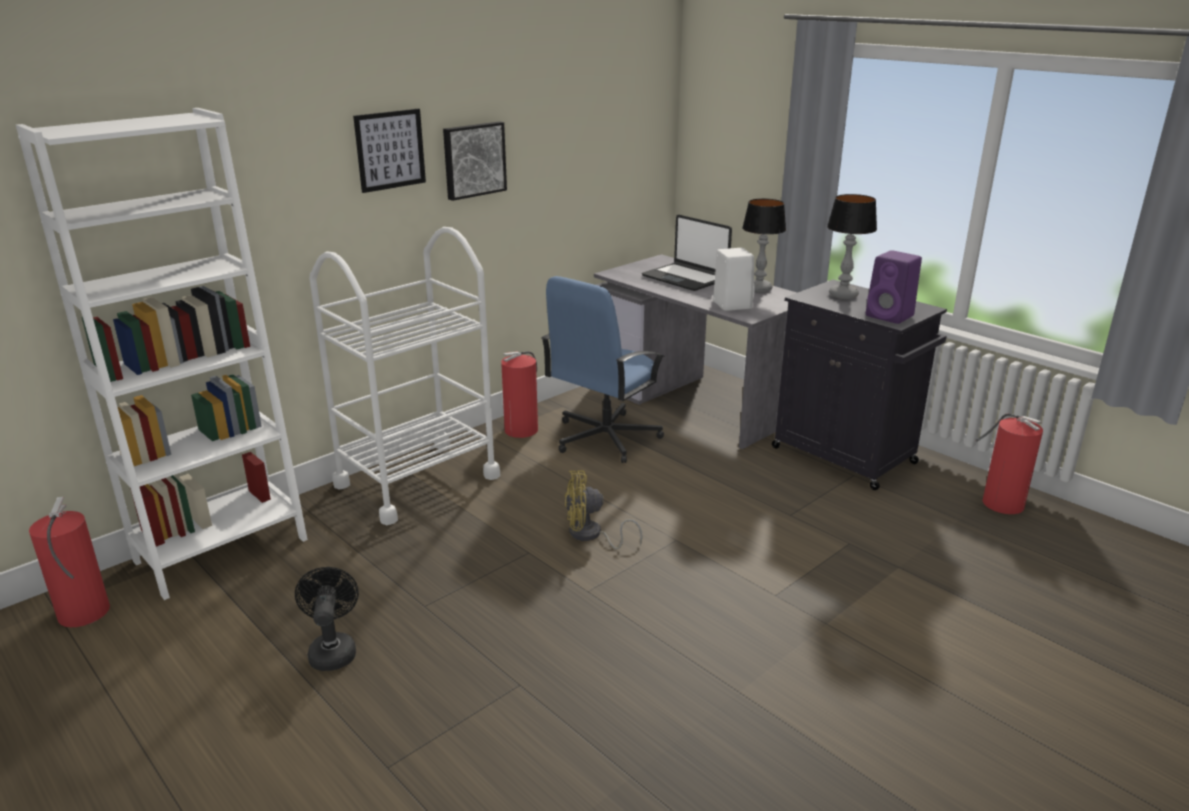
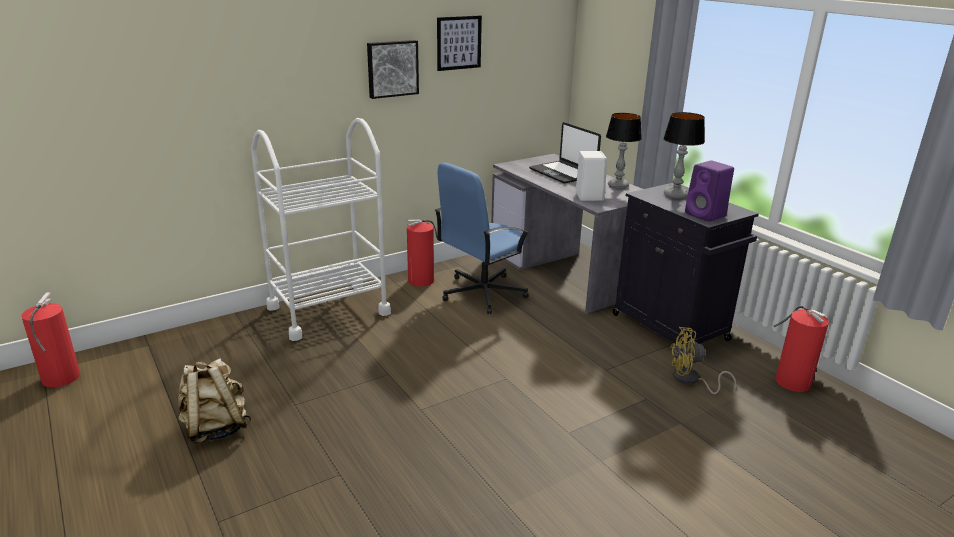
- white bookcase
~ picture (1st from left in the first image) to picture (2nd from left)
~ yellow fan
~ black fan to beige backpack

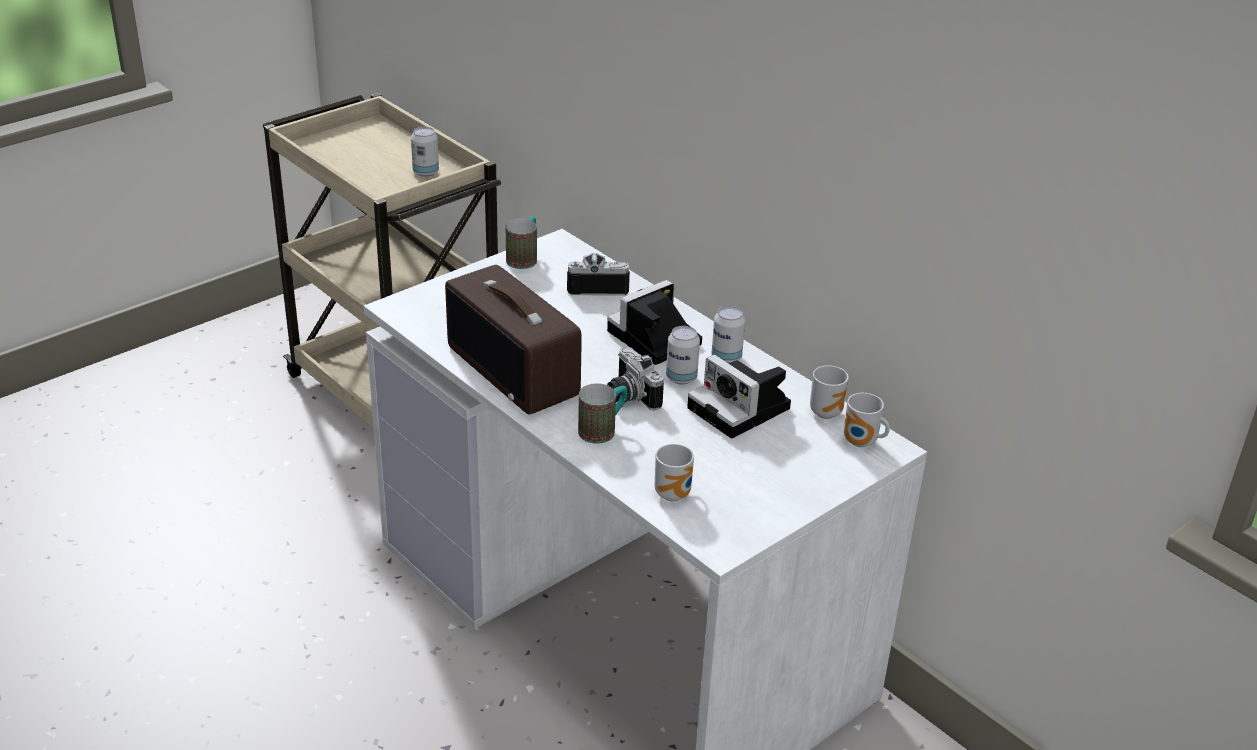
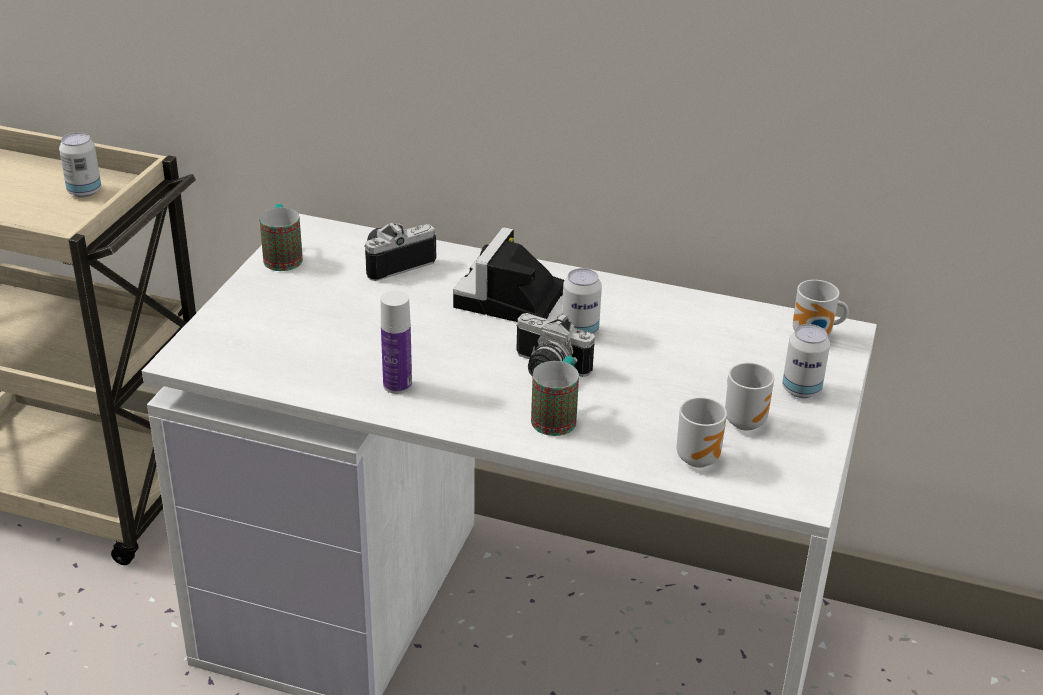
- photo camera (4th from left)
~ can (3rd from left)
~ mug (4th from left)
~ radio to bottle

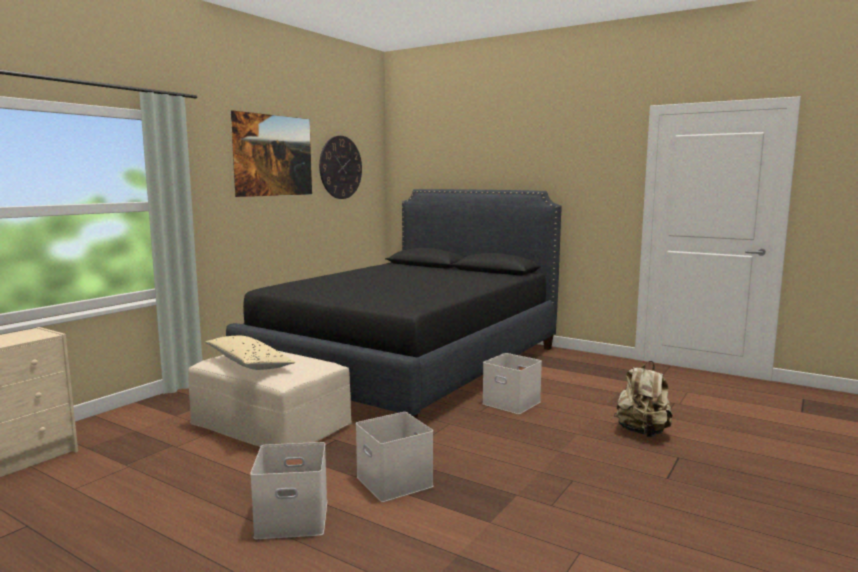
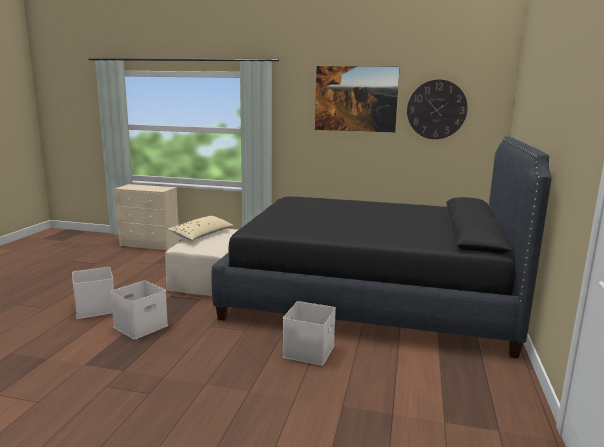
- beige backpack

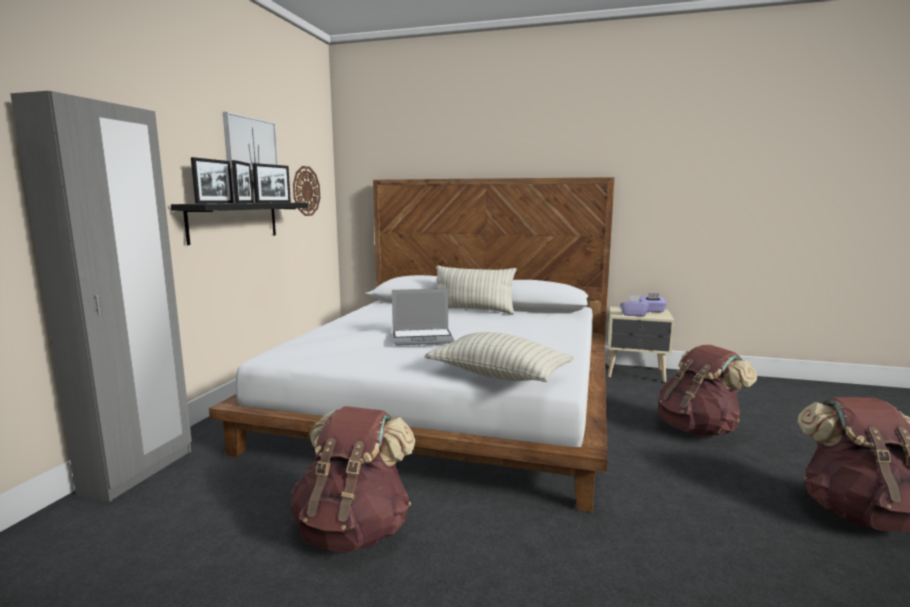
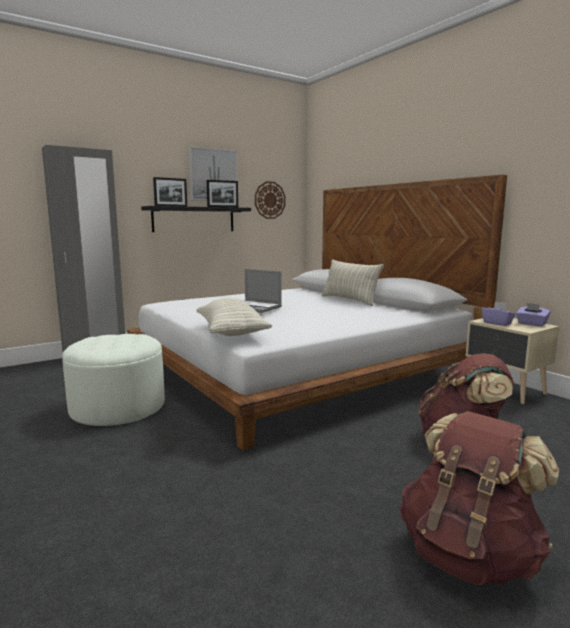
- picture frame (2nd from left)
~ brown backpack (1st from left) to white ottoman

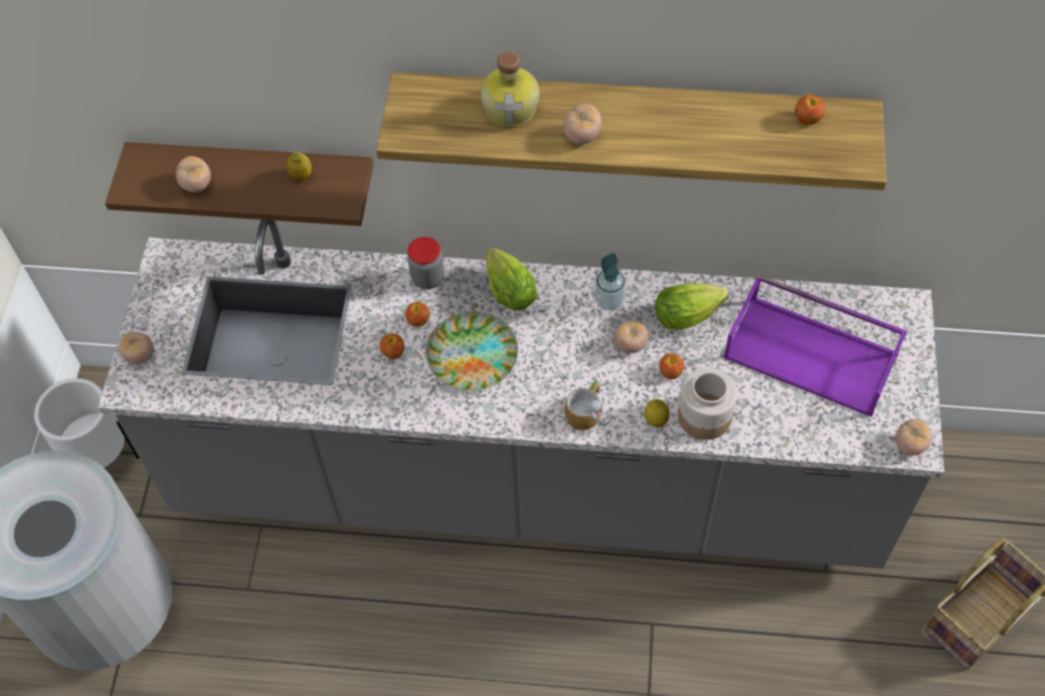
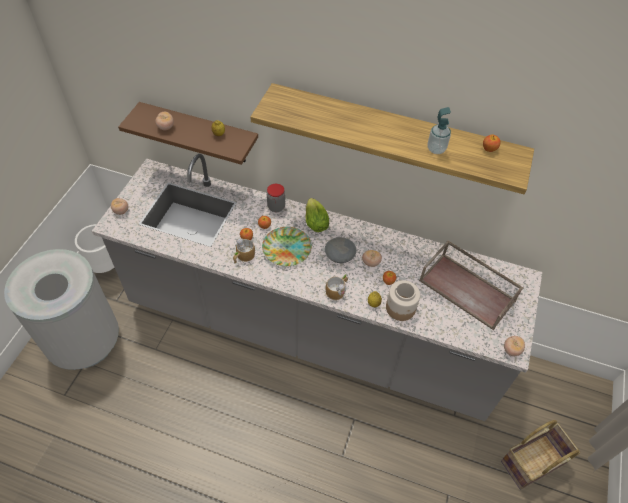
- bottle
- tomato (3rd from left)
- lettuce (2nd from left)
+ mug (1st from left)
+ grey bowl
~ soap dispenser
~ purple tray to brown tray

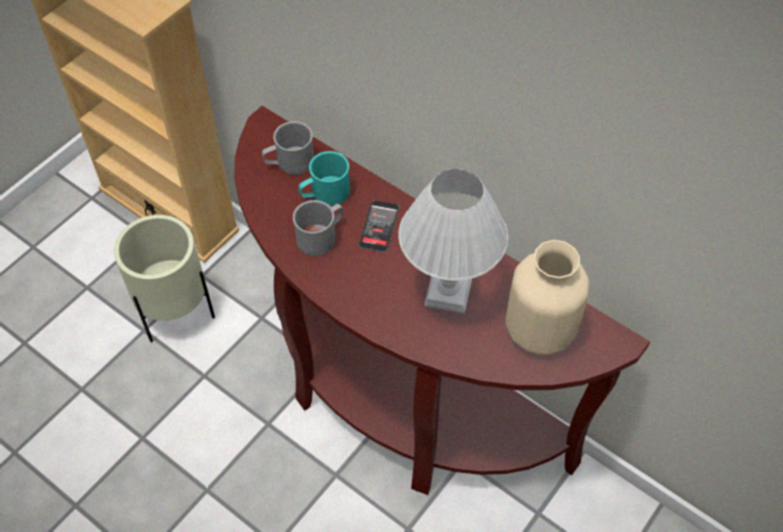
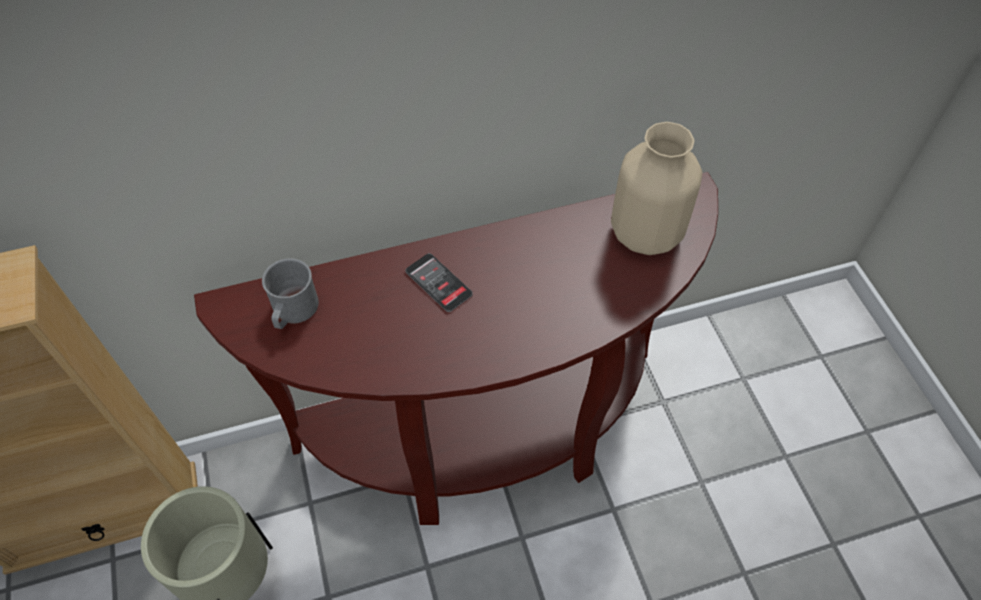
- grey mug (2nd from left)
- turquoise mug
- white table lamp

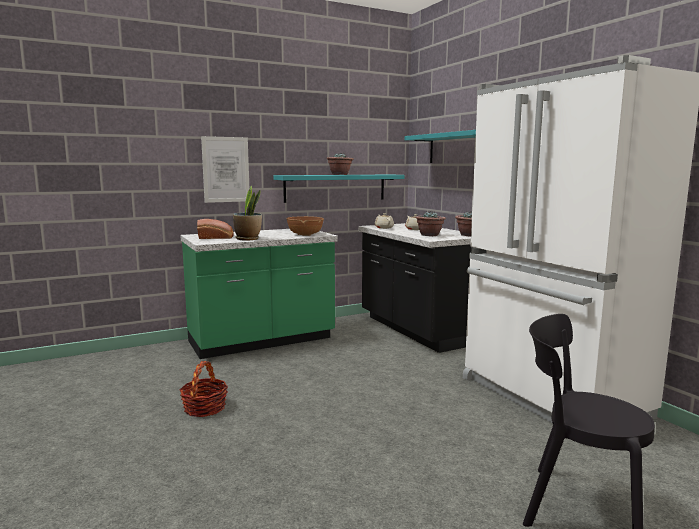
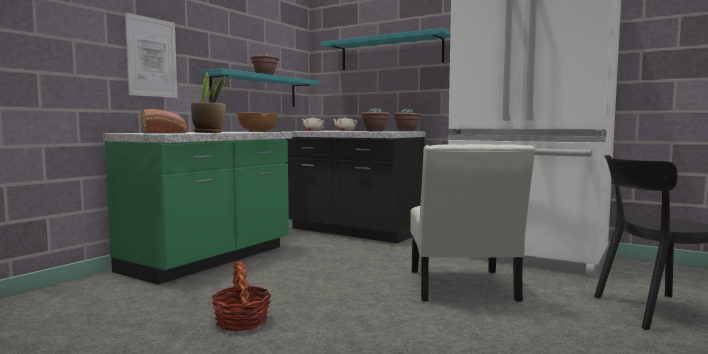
+ white chair

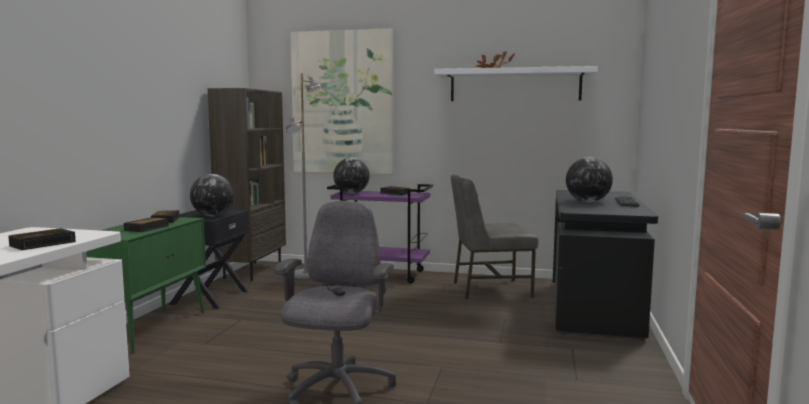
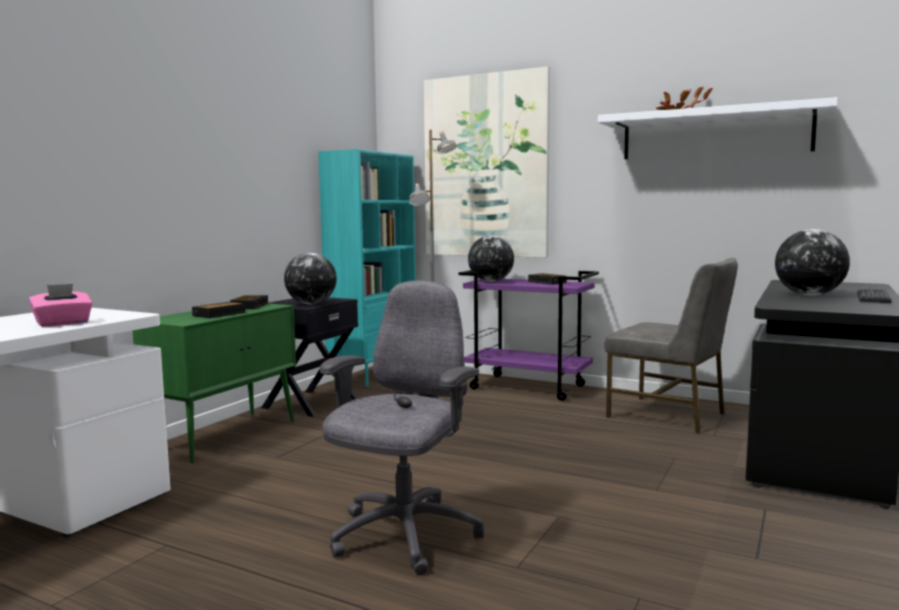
~ alarm clock (1st from left) to pink tissue box
~ brown bookcase to turquoise bookcase
~ grey chair 150 degrees counterclockwise

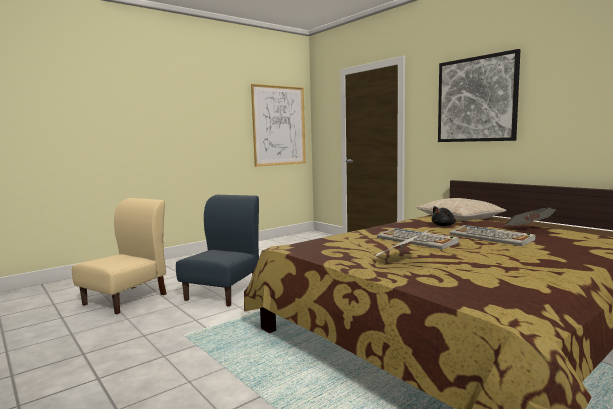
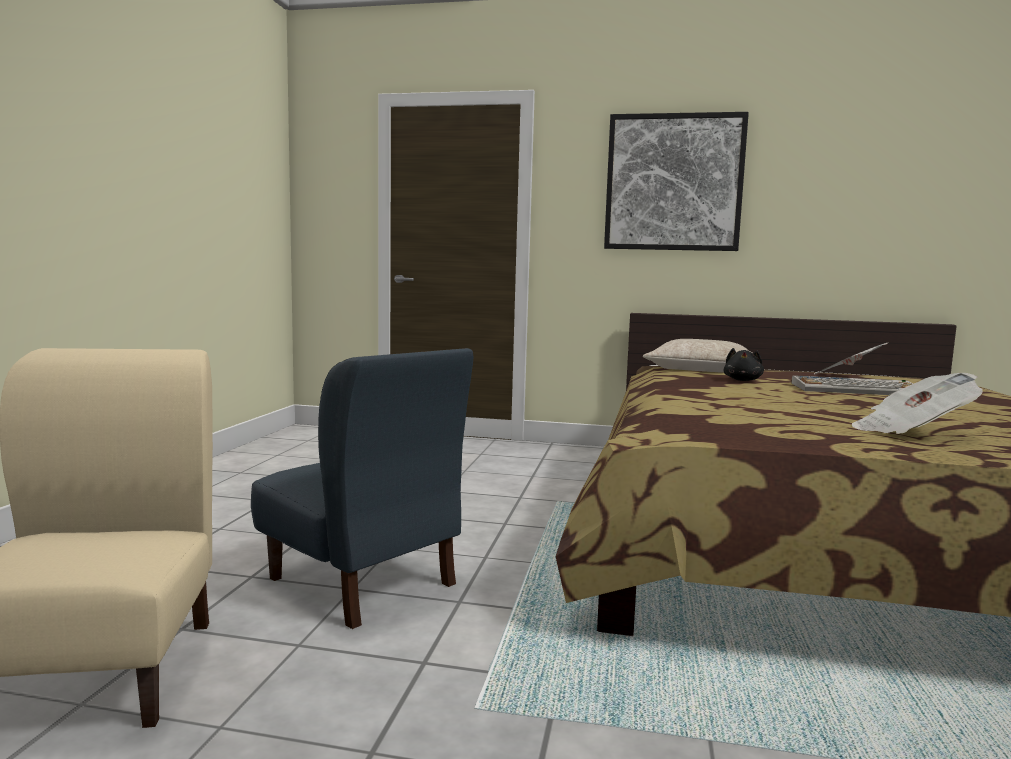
- picture (1st from left)
- keyboard (1st from left)
~ blue chair 150 degrees clockwise

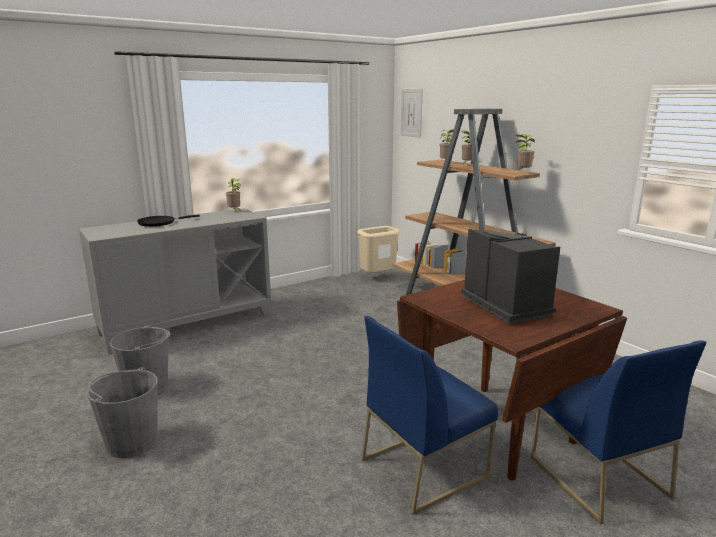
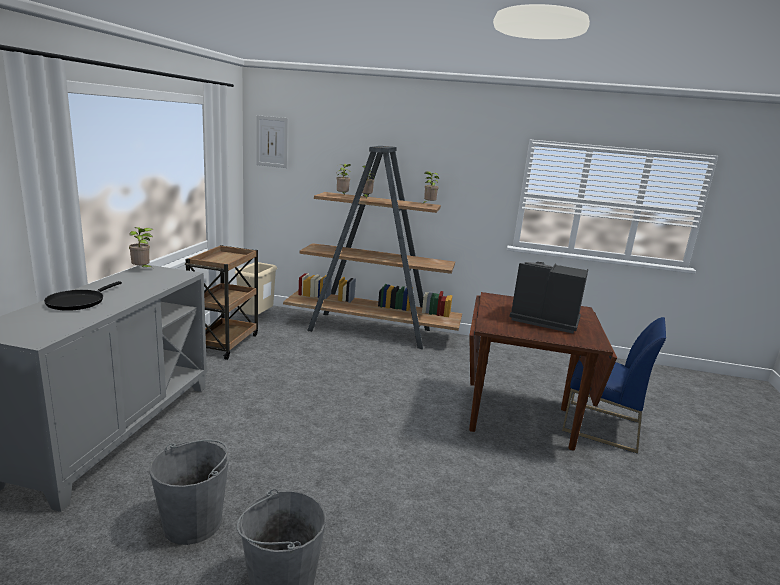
- blue chair (1st from left)
+ brown cart

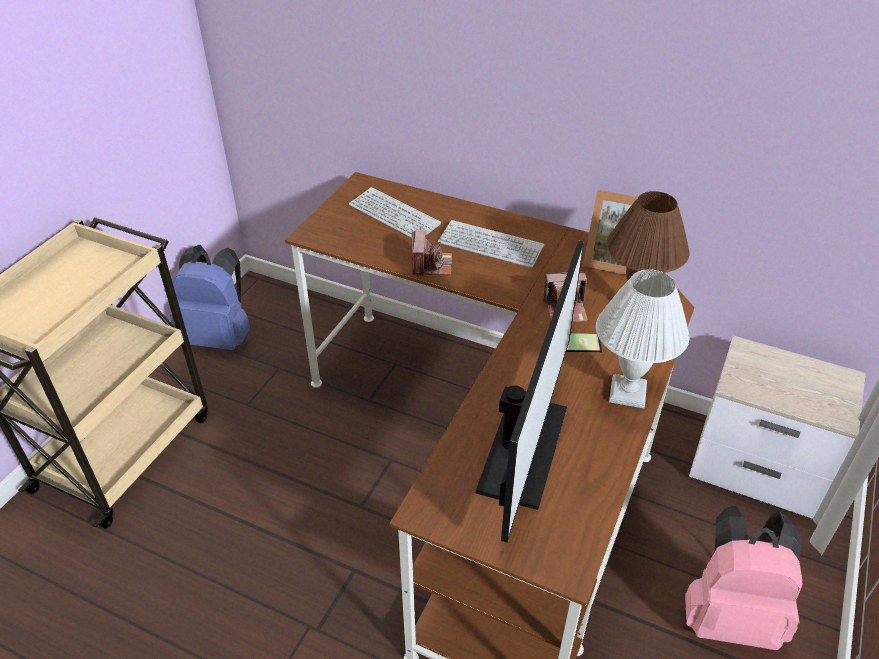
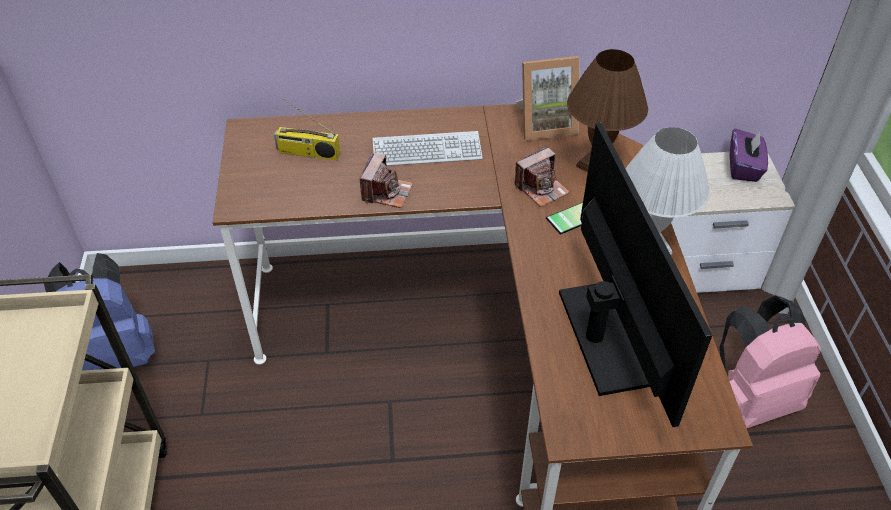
+ purple tissue box
~ keyboard (1st from left) to radio
~ photo camera (1st from left) 45 degrees clockwise

